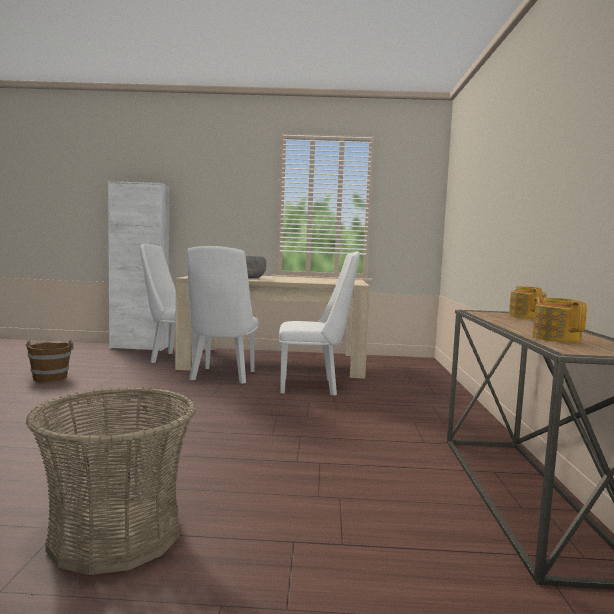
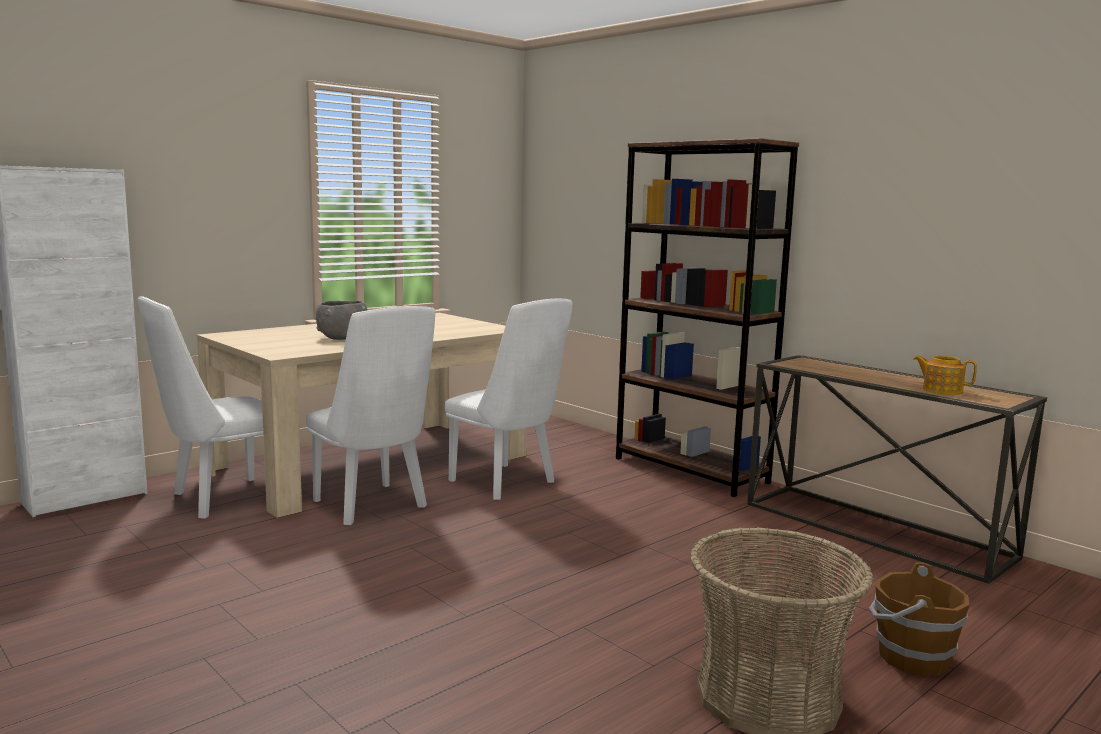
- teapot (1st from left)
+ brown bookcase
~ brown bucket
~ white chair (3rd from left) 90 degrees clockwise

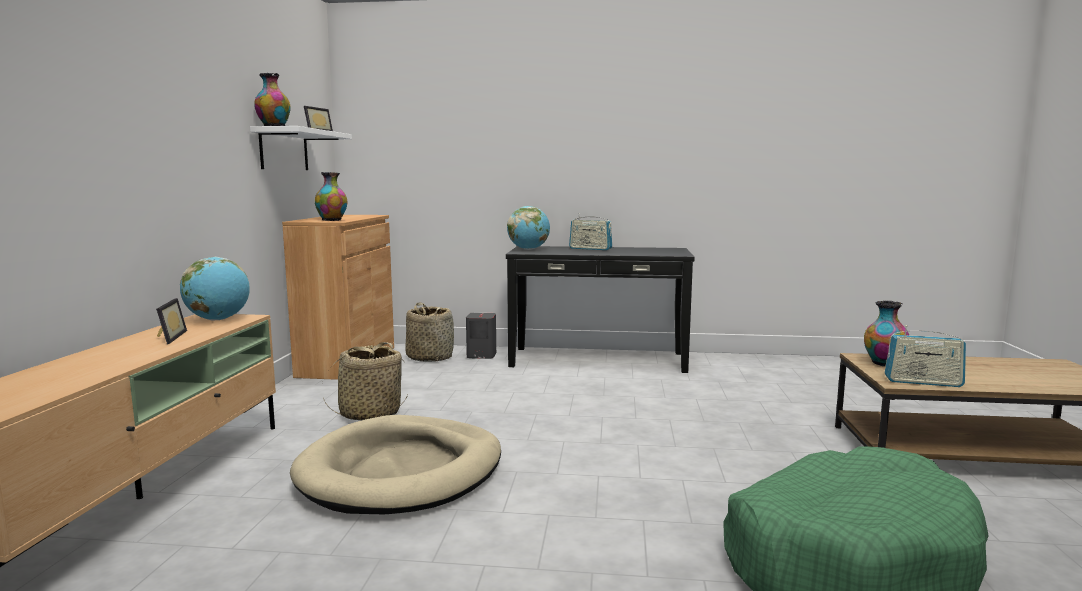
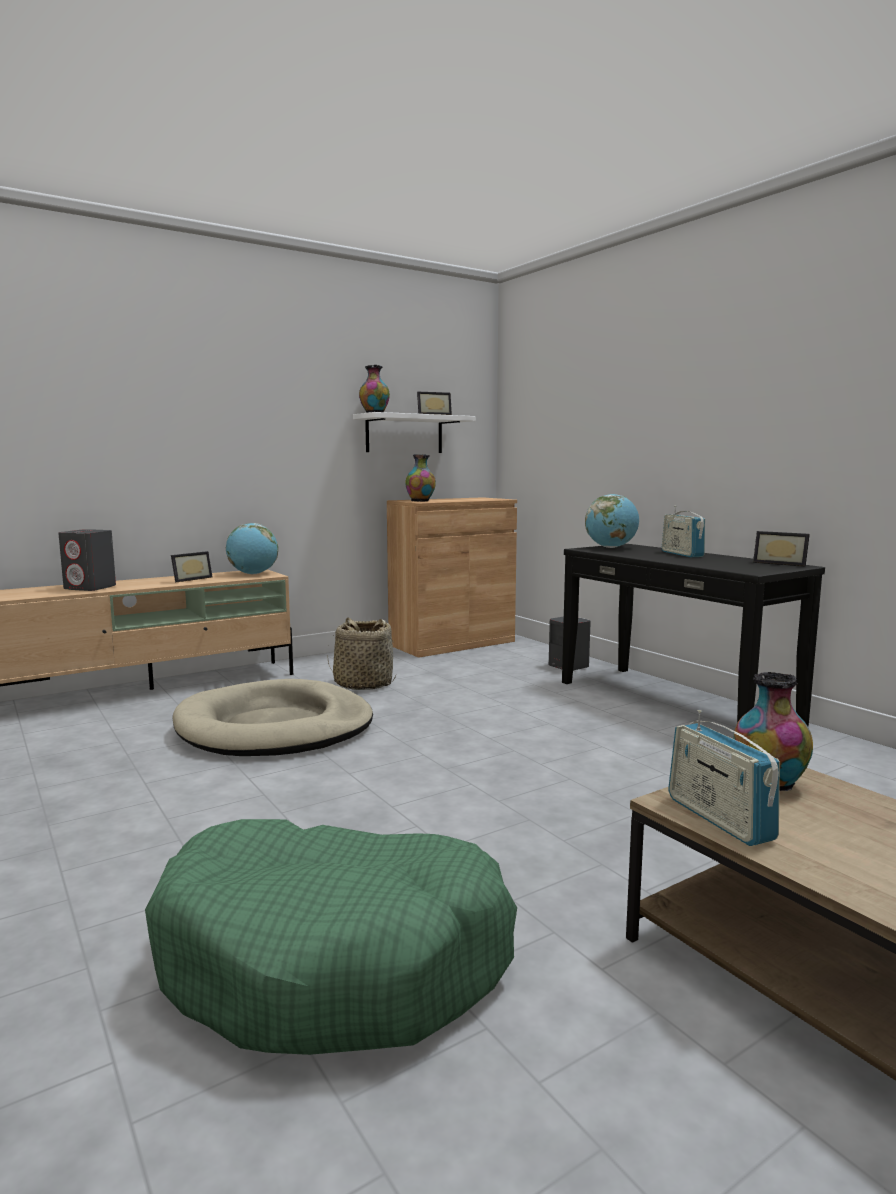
- basket (2nd from left)
+ grey speaker (1st from left)
+ picture frame (3rd from left)

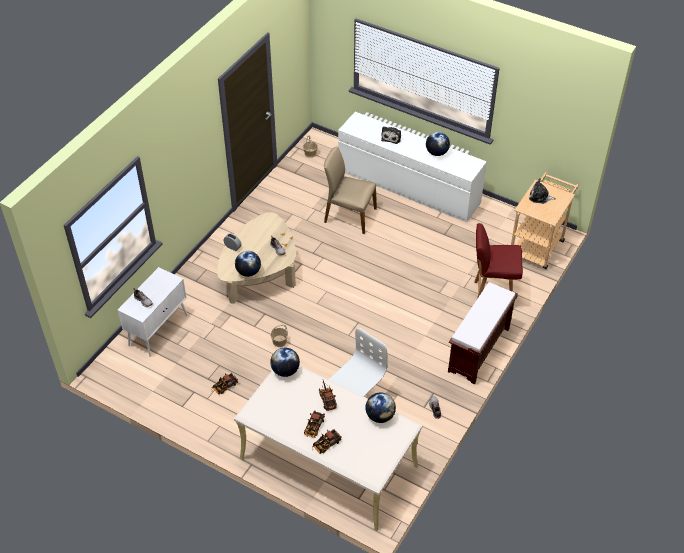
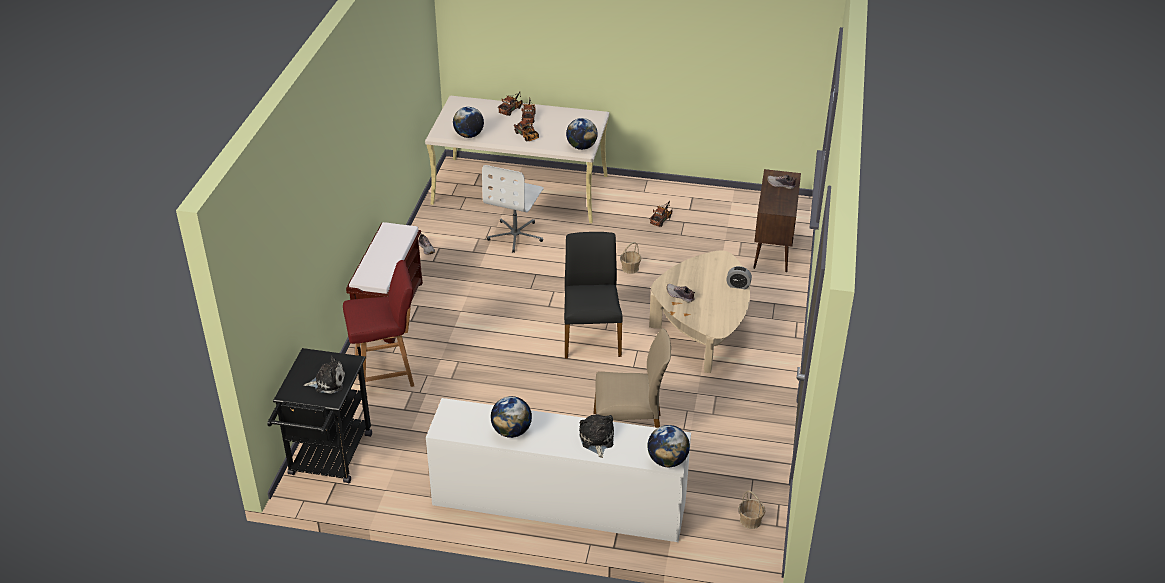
+ black chair
~ globe (1st from left in the first image) to globe (4th from left)
~ white cabinet to brown cabinet
~ beige cart to black cart

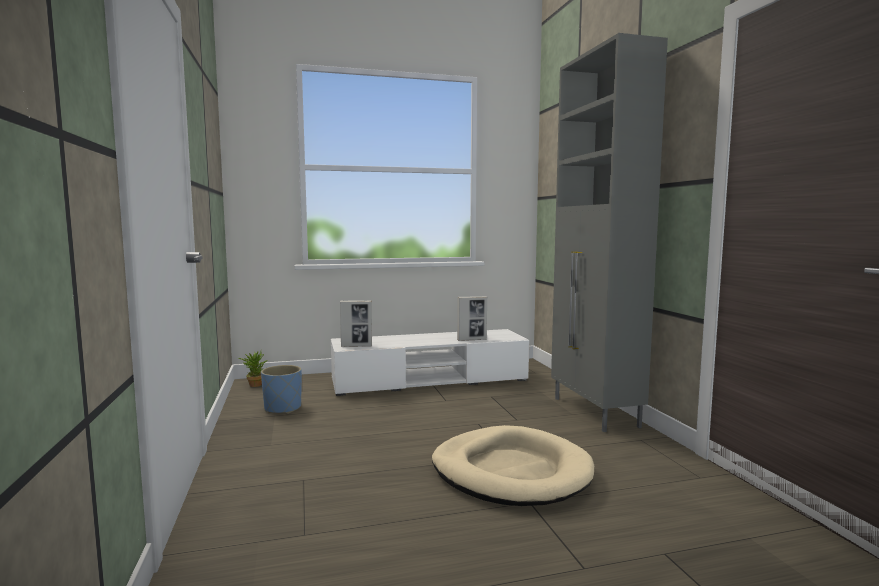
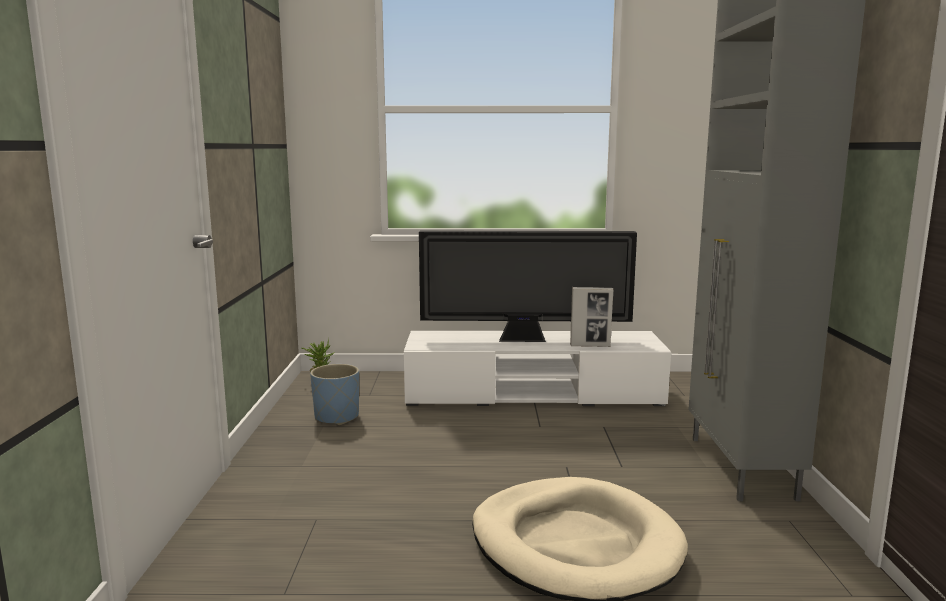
- picture frame (1st from left)
+ television

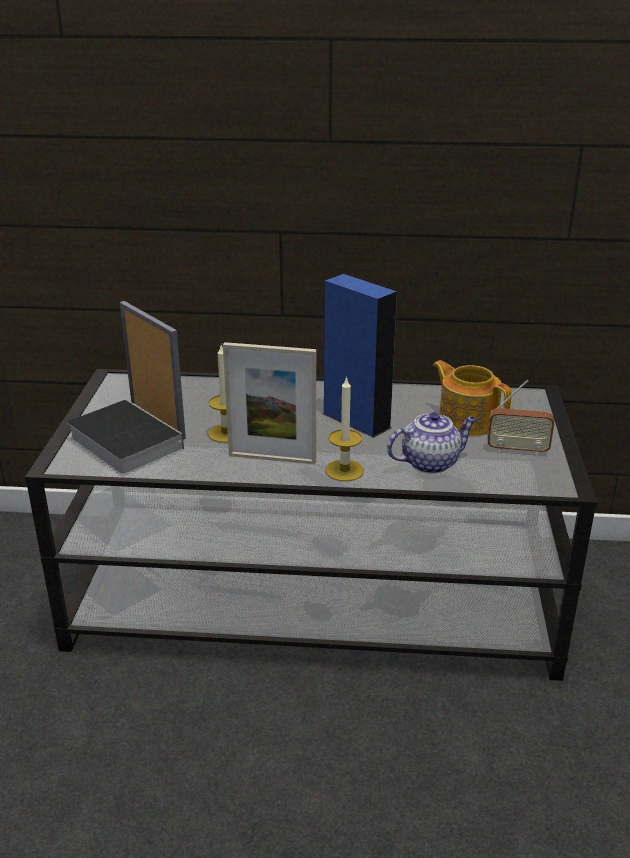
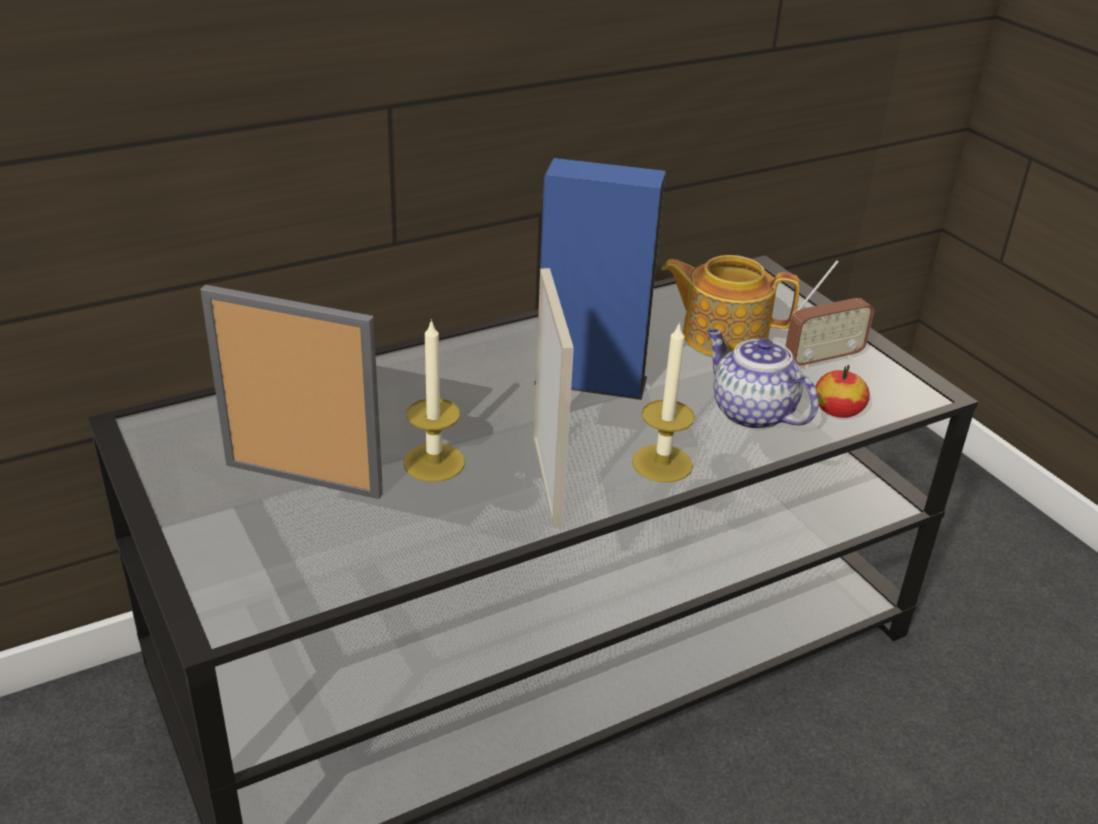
- book
+ apple
~ picture frame (2nd from left) 75 degrees counterclockwise
~ teapot (1st from left in the first image) 75 degrees counterclockwise

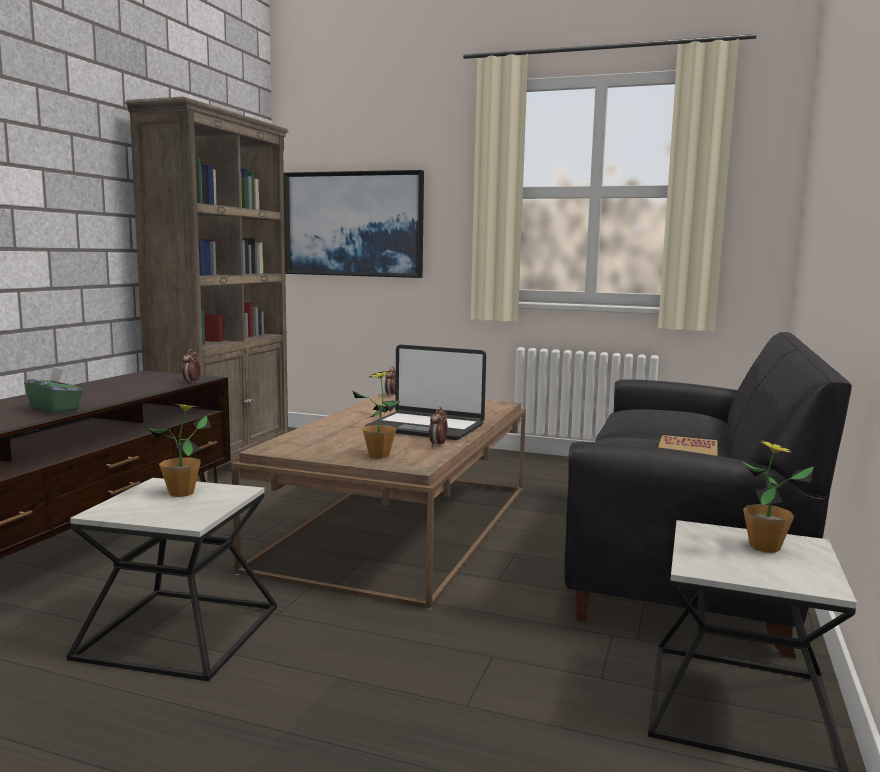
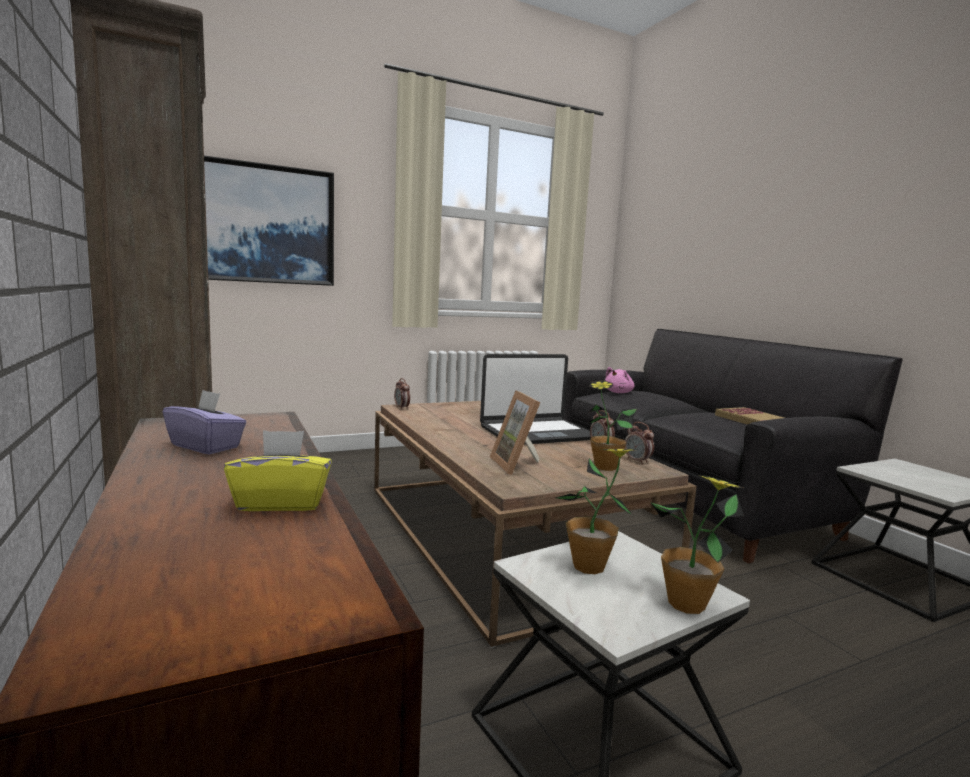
+ purple tissue box
+ picture frame
+ pink plush toy
~ alarm clock (1st from left in the first image) to alarm clock (3rd from left)
~ potted plant (3rd from left)
~ green tissue box to yellow tissue box

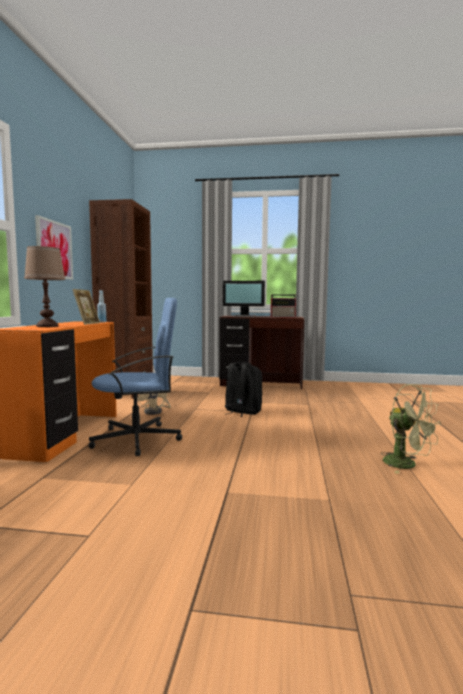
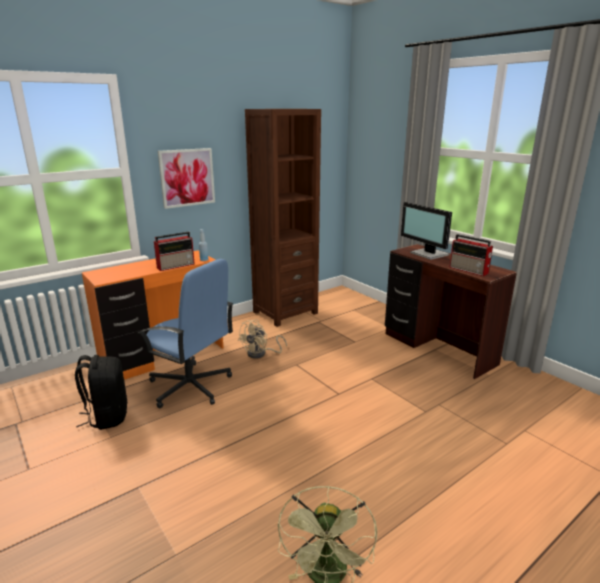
- brown table lamp
~ black backpack
~ picture frame to radio (1st from left)

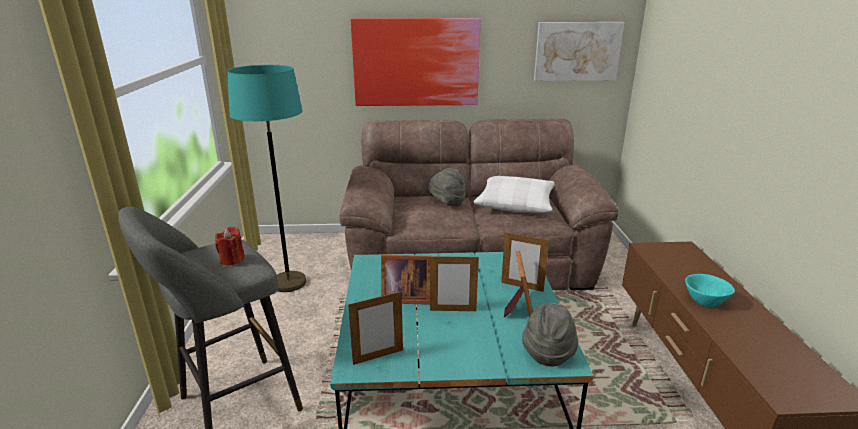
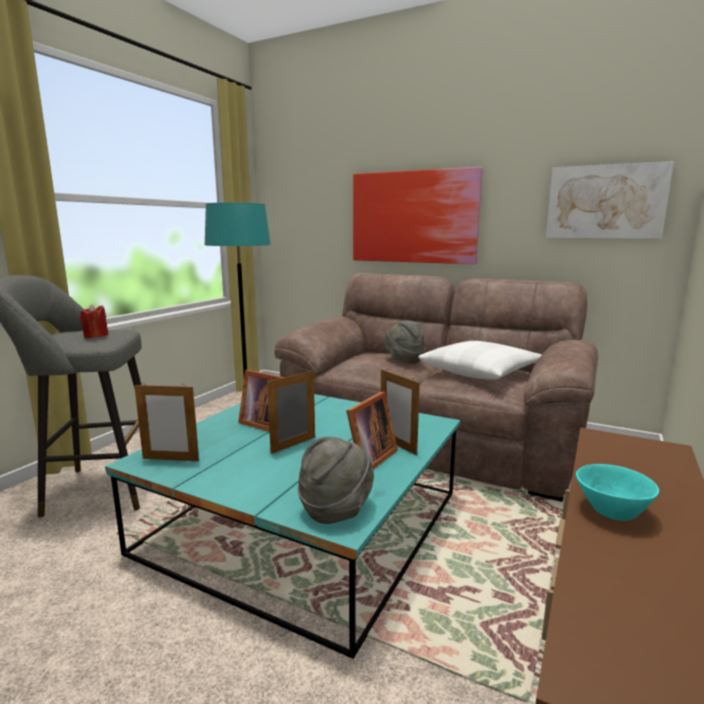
~ picture frame (3rd from left) 105 degrees clockwise

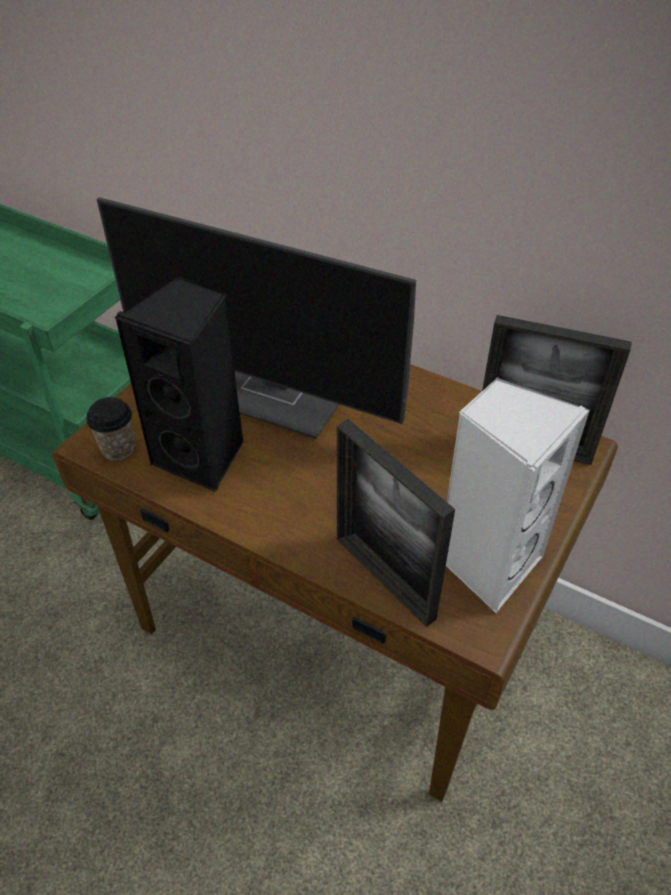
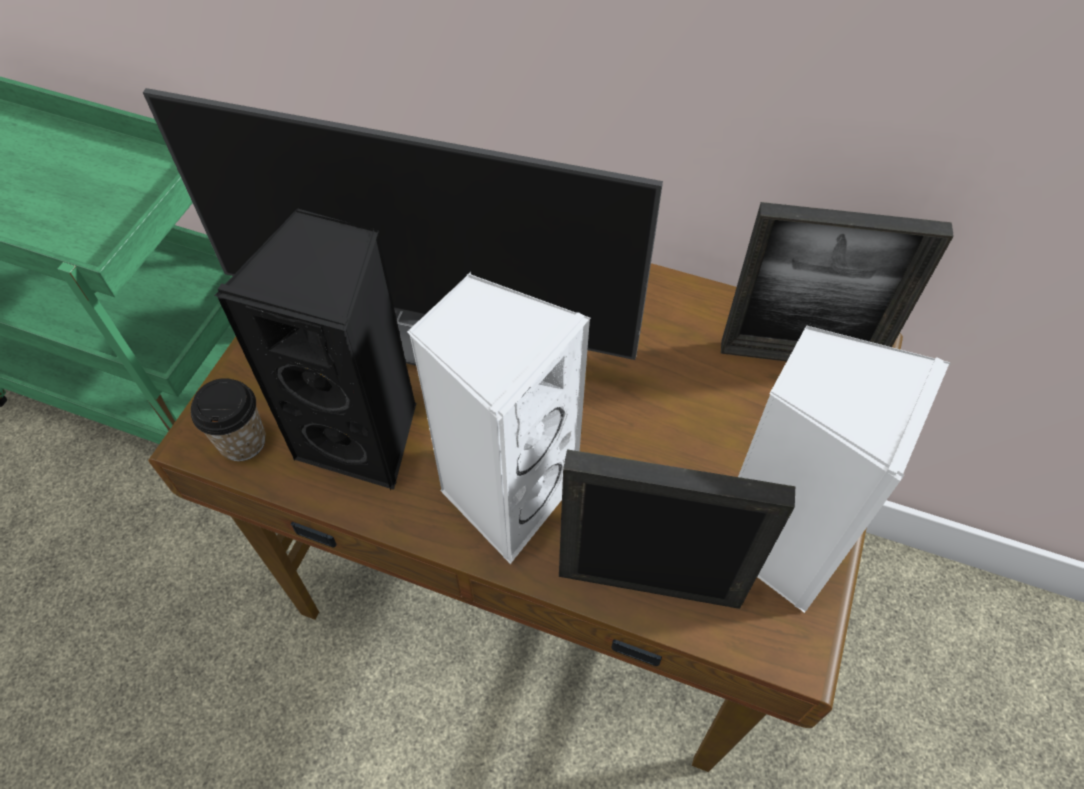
+ white speaker (1st from left)
~ picture frame (1st from left) 150 degrees clockwise

